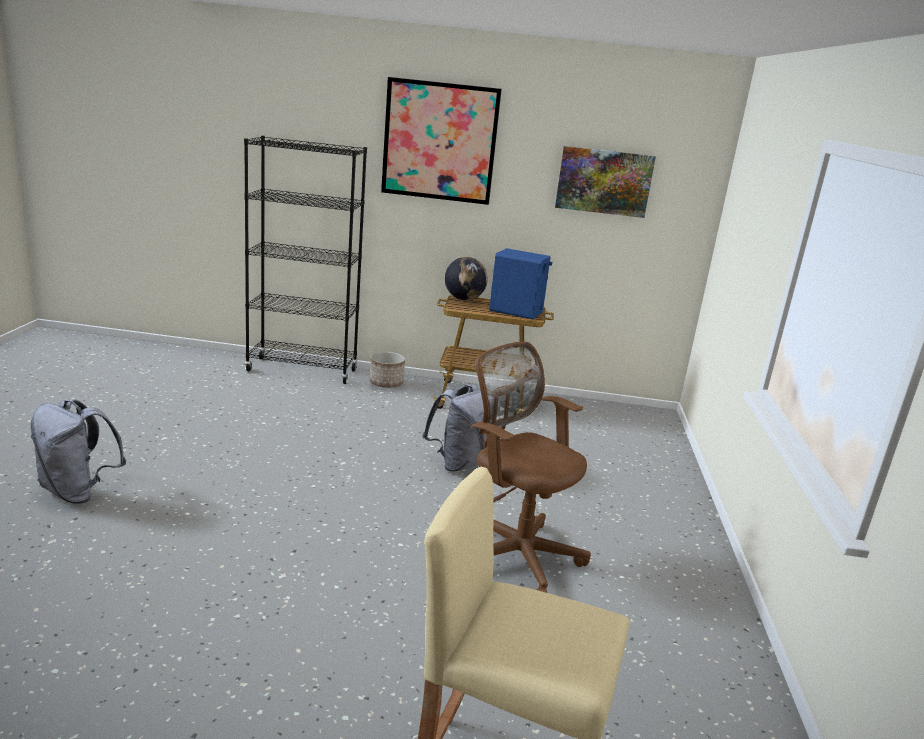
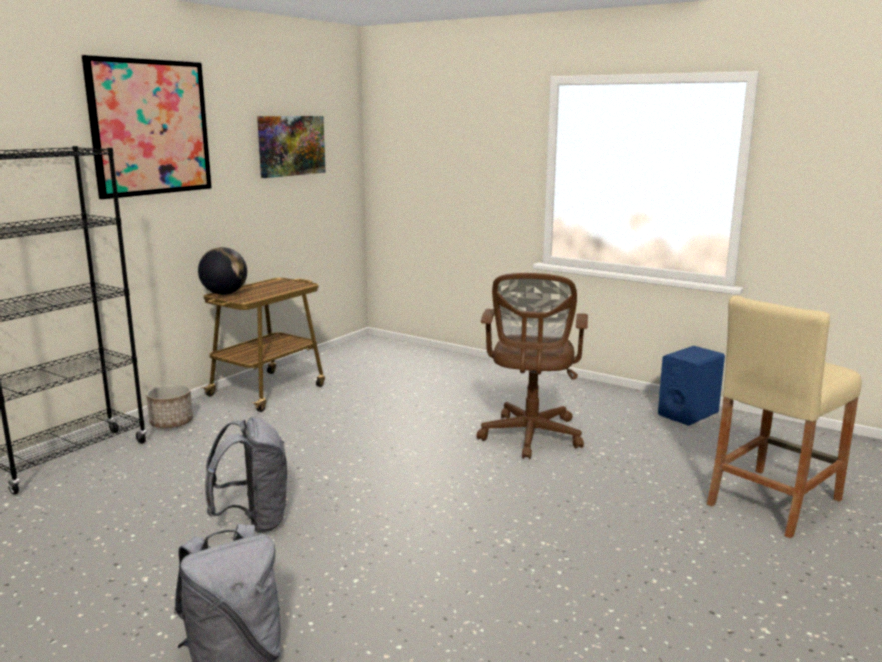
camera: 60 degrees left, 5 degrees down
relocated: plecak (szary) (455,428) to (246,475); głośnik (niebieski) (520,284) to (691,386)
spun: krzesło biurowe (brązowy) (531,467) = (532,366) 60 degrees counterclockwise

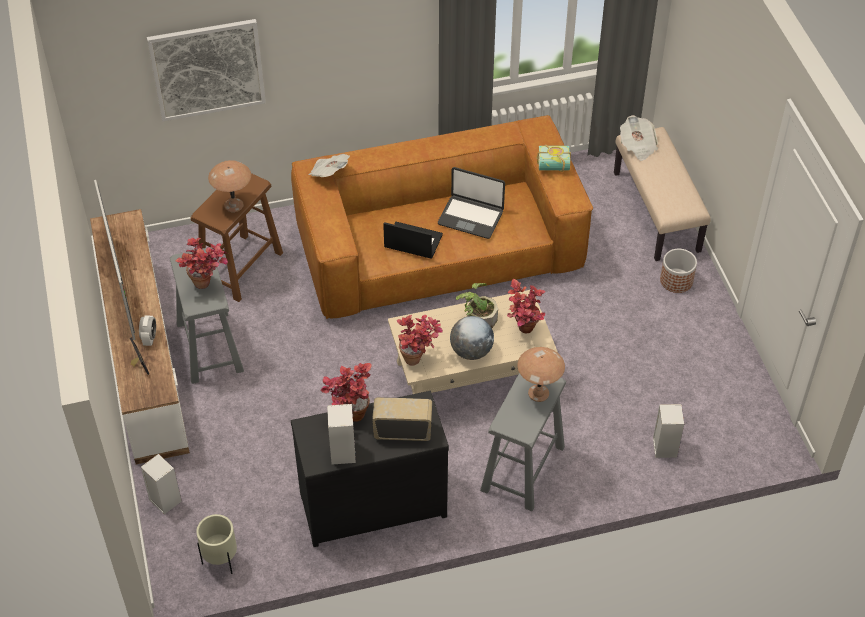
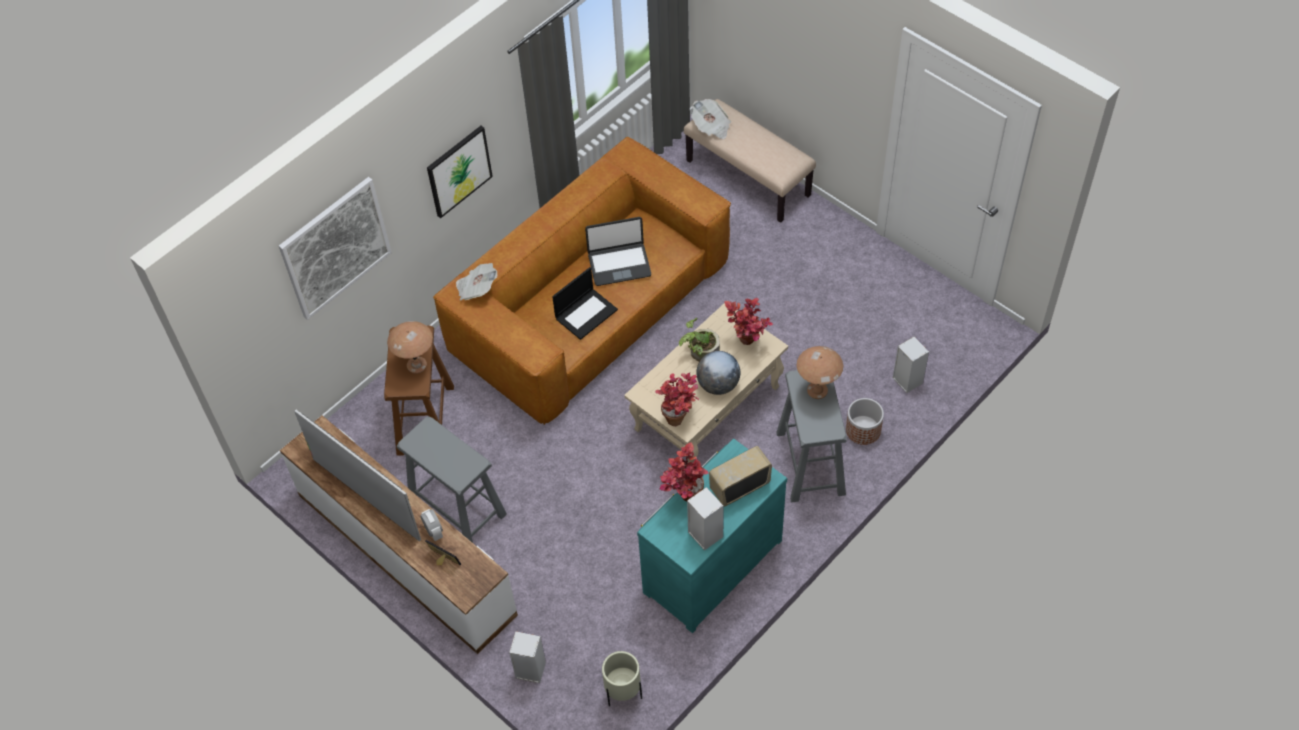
camera: 30 degrees left, 5 degrees up
missing: roślina doniczkowa (202,263); książka (554,158)
appeared: obraz (460,172)
relocated: donica (678,271) to (865,421)
colour: komoda (czarny) (370,469) to komoda (turkusowy) (712,535)
spun: laptop (413,240) = (585,303) 150 degrees clockwise

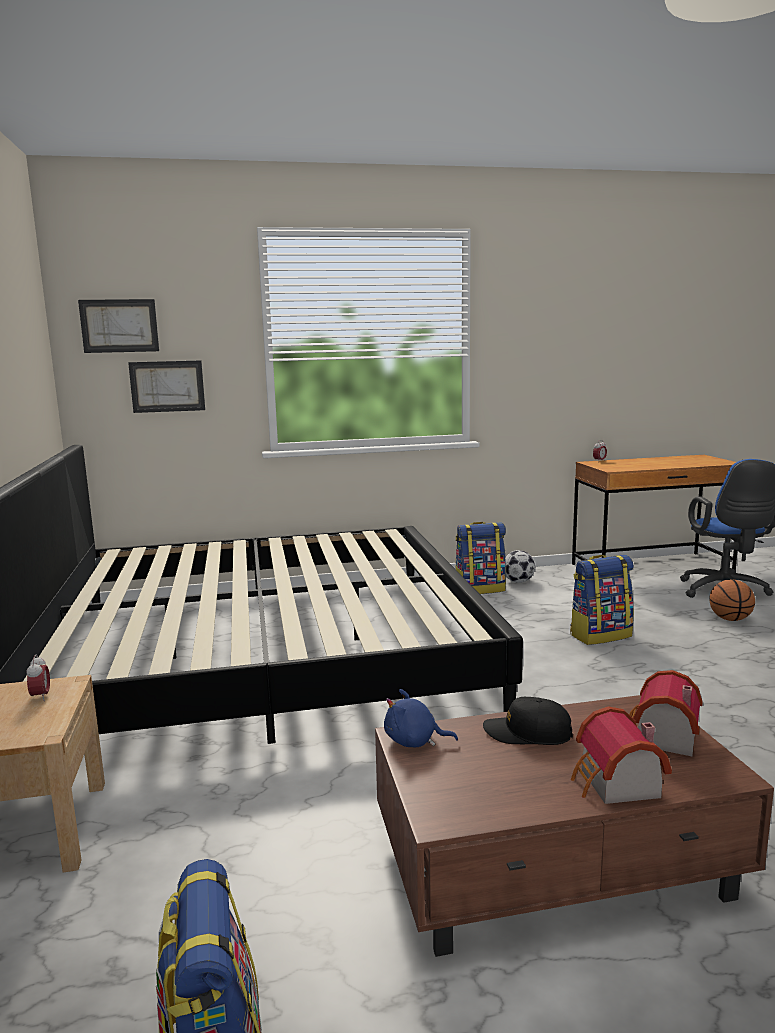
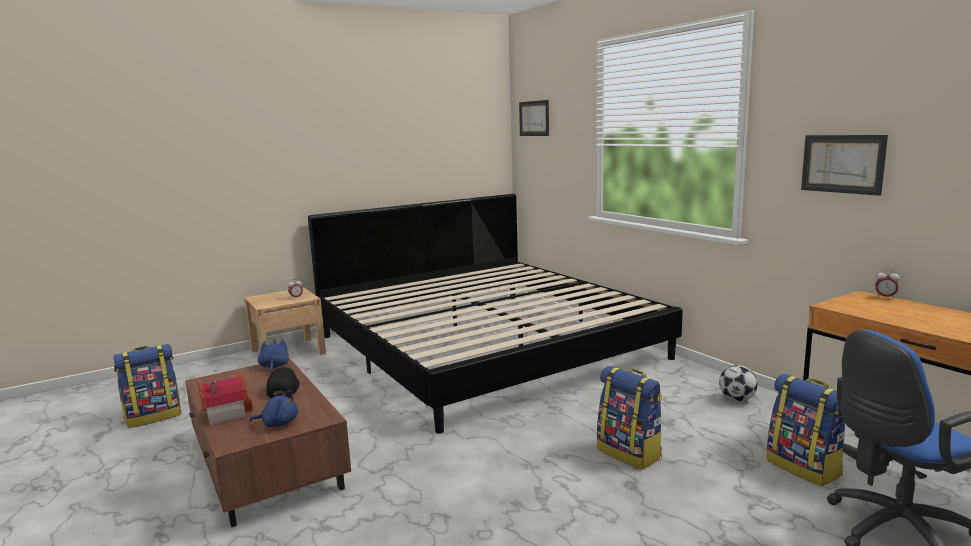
camera: 70 degrees right, 0 degrees up
missing: piłka do koszykówki (732,600)
relocated: obraz (166,386) to (844,165); plecak (480,558) to (805,430)
exchanged: domek (666,713) to pluszak (niebieski) (274,408)

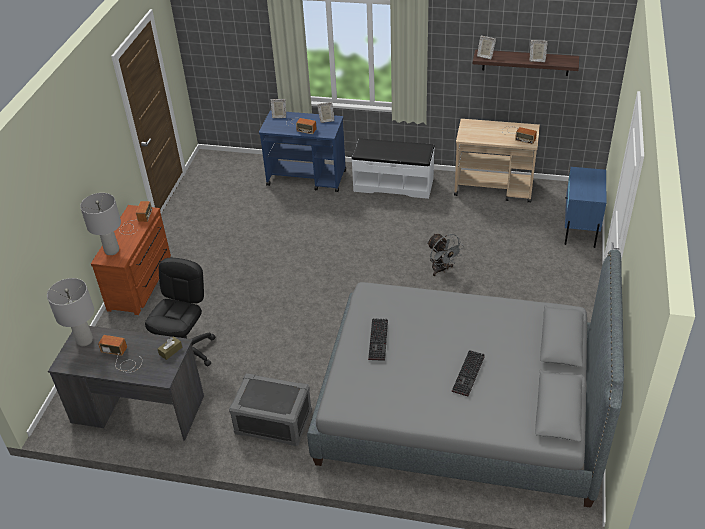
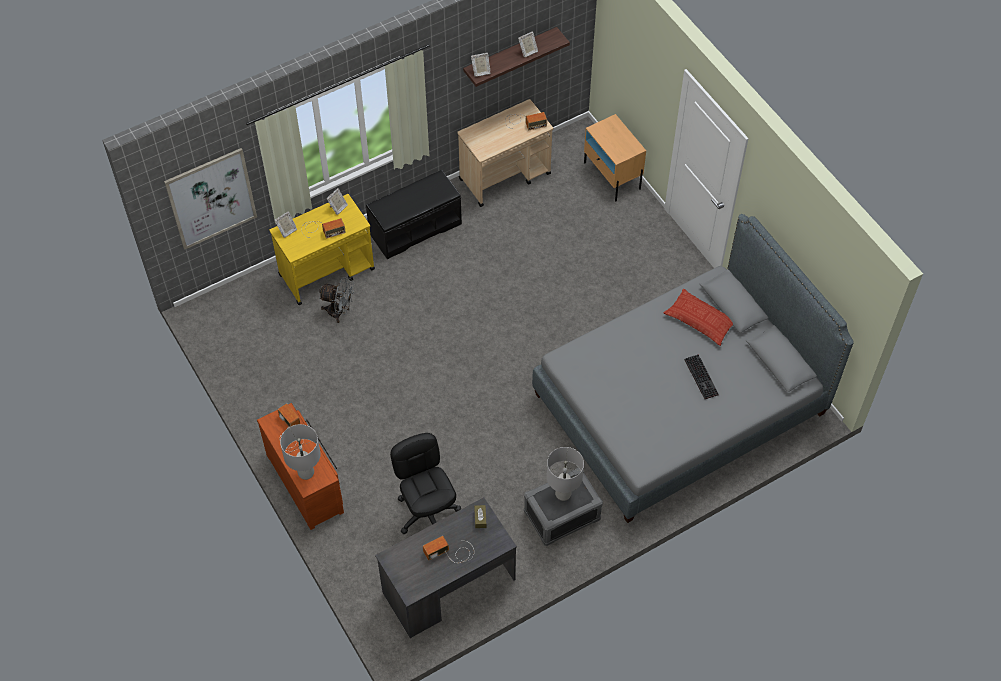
camera: 45 degrees left, 15 degrees up
missing: klawiatura (378,339)
appeared: obraz (210,199); poduszka (698,317)
relocated: lampa stołowa (szary) (70,312) to (565,474); wentylator (szary) (445,254) to (336,300)
colour: wózek (niebieski) (302,151) to wózek (żółty) (322,249); ławka (biały) (393,168) to ławka (czarny) (414,214); szafka nocna (niebieski) (585,207) to szafka nocna (beżowy) (615,157)

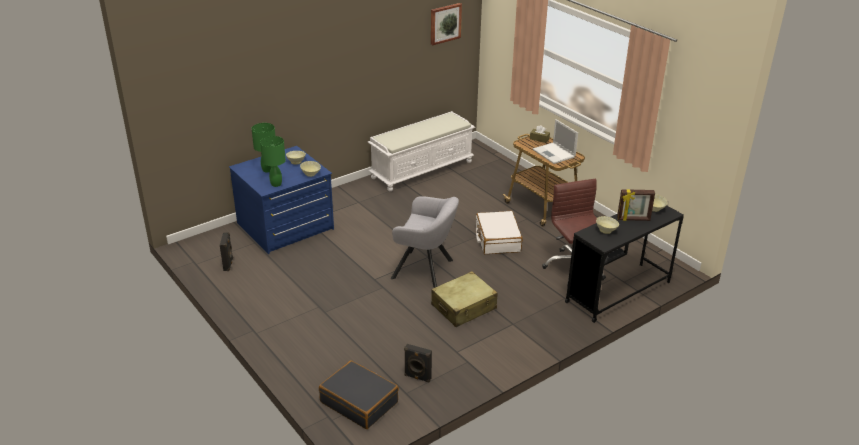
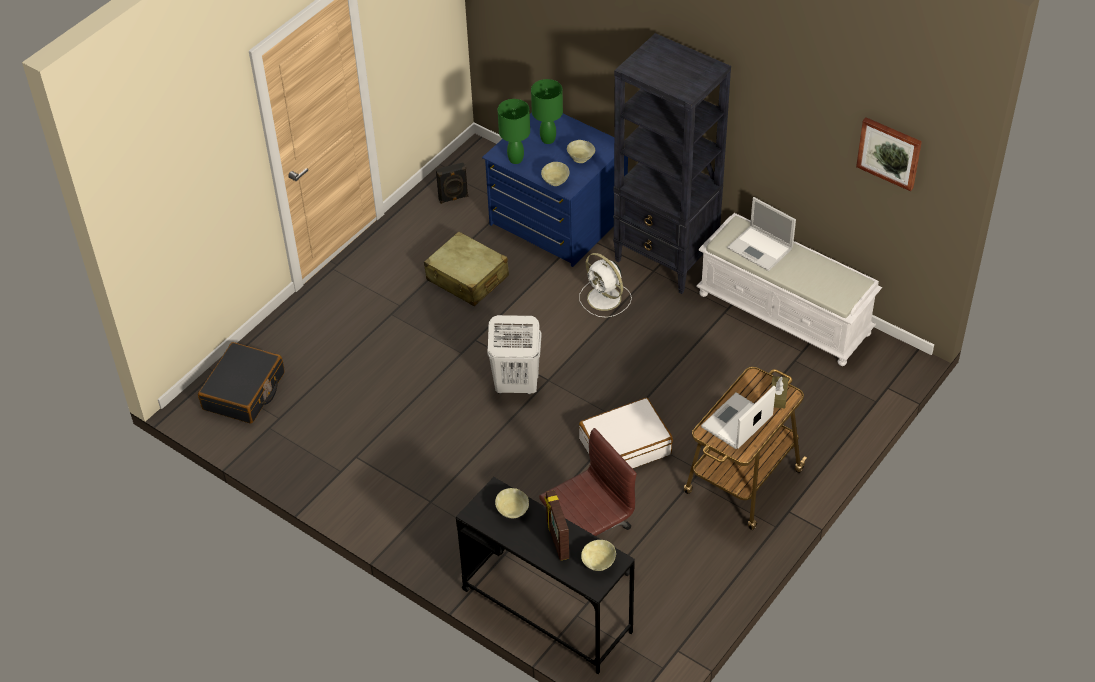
camera: 75 degrees right, 15 degrees up
missing: głośnik (czarny) (418,363)
appeared: wentylator (biały) (605,285); regał (czarny) (672,163); laptop (761,234)
relocated: walizka (beżowy) (464,299) to (466,268)
exchanged: fotel (szary) (425,242) to kosz na pranie (biały) (514,354)

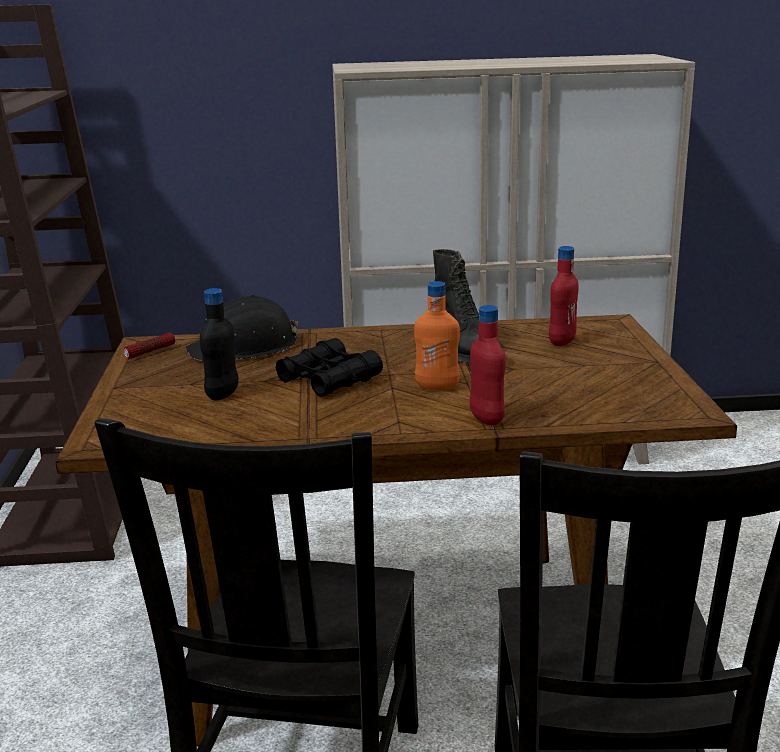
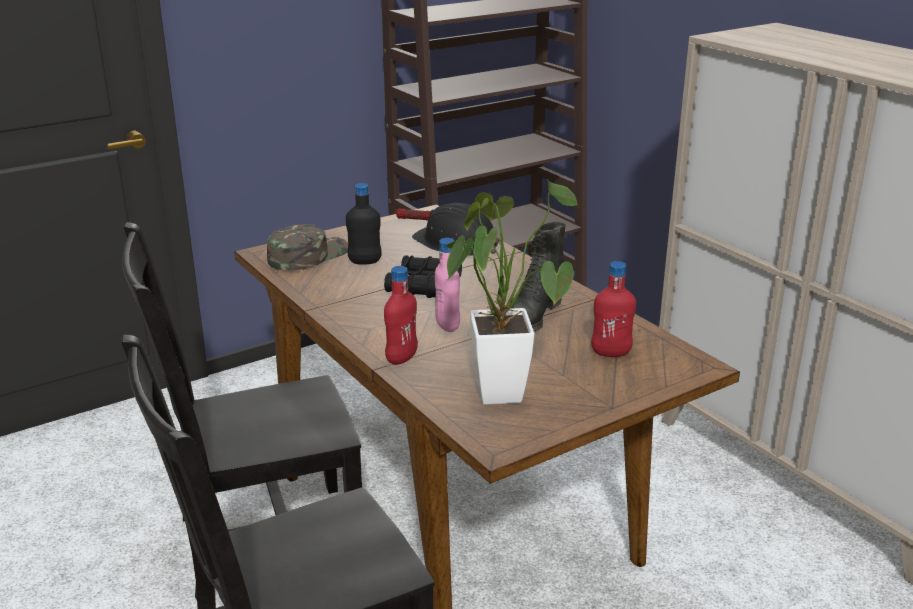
camera: 60 degrees right, 5 degrees up
appeared: czapka z daszkiem (zielony) (307,247); roślina doniczkowa (512,291)
colour: butelka (pomarańczowy) (437,335) to butelka (różowy) (447,285)

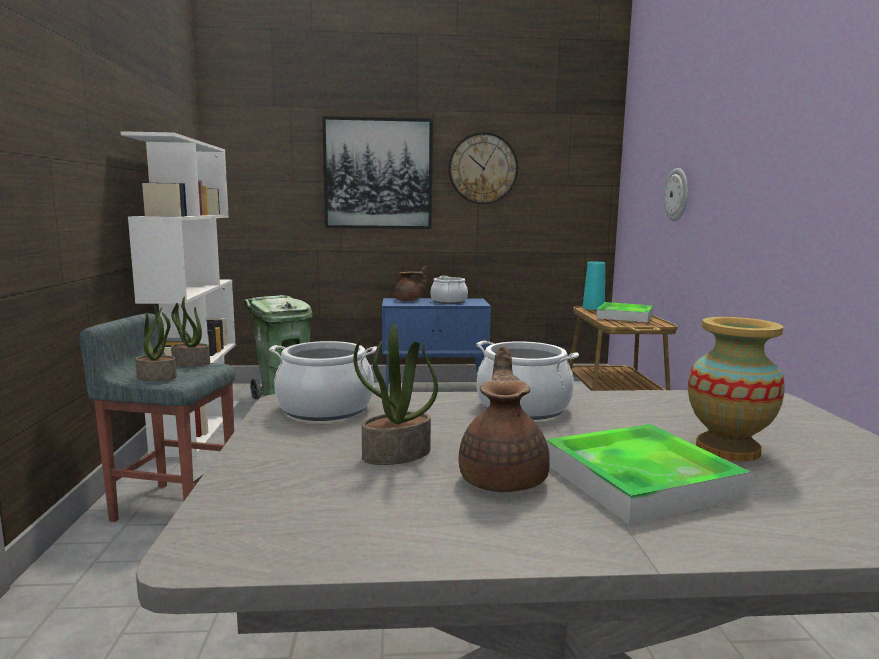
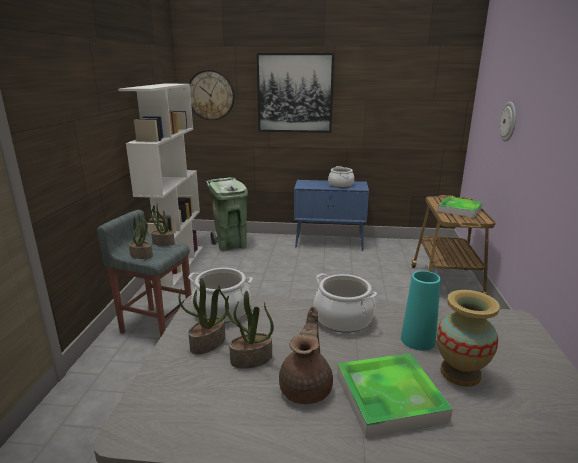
camera: 10 degrees right, 10 degrees up
missing: imbryk (brązowy) (410,283)
appeared: roślina doniczkowa (204,316)
relocated: zegar ścienny (483,168) to (212,95); wazon (turkusowy) (594,285) to (421,311)

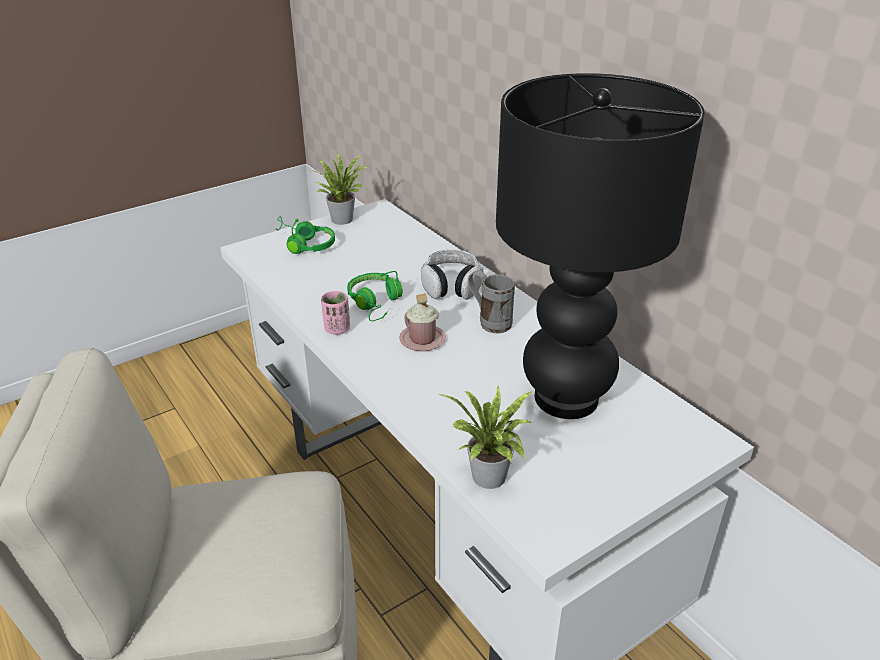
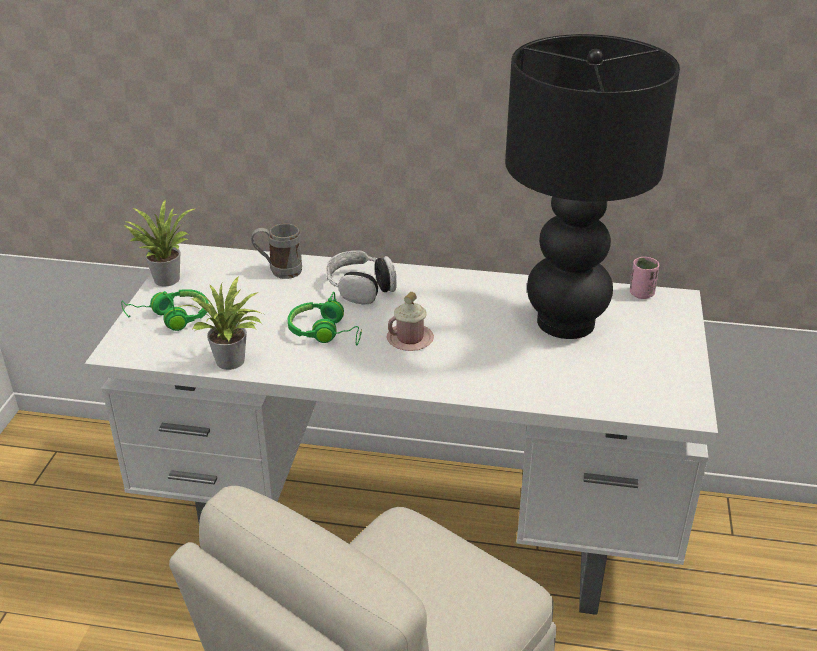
camera: 45 degrees left, 0 degrees up
relocated: filiżanka (różowy) (335,313) to (644,278); roślina doniczkowa (484,437) to (221,323); kubek (szary) (491,301) to (276,251)

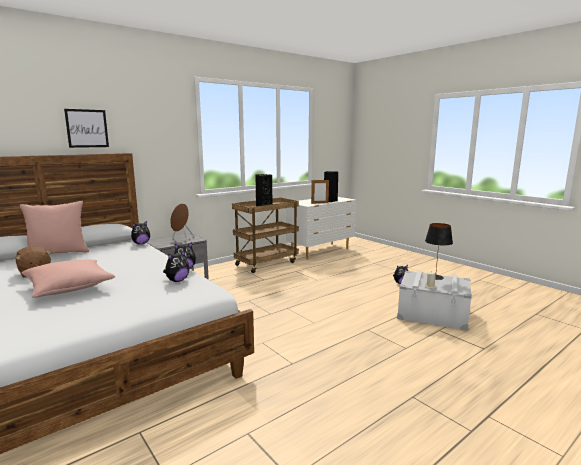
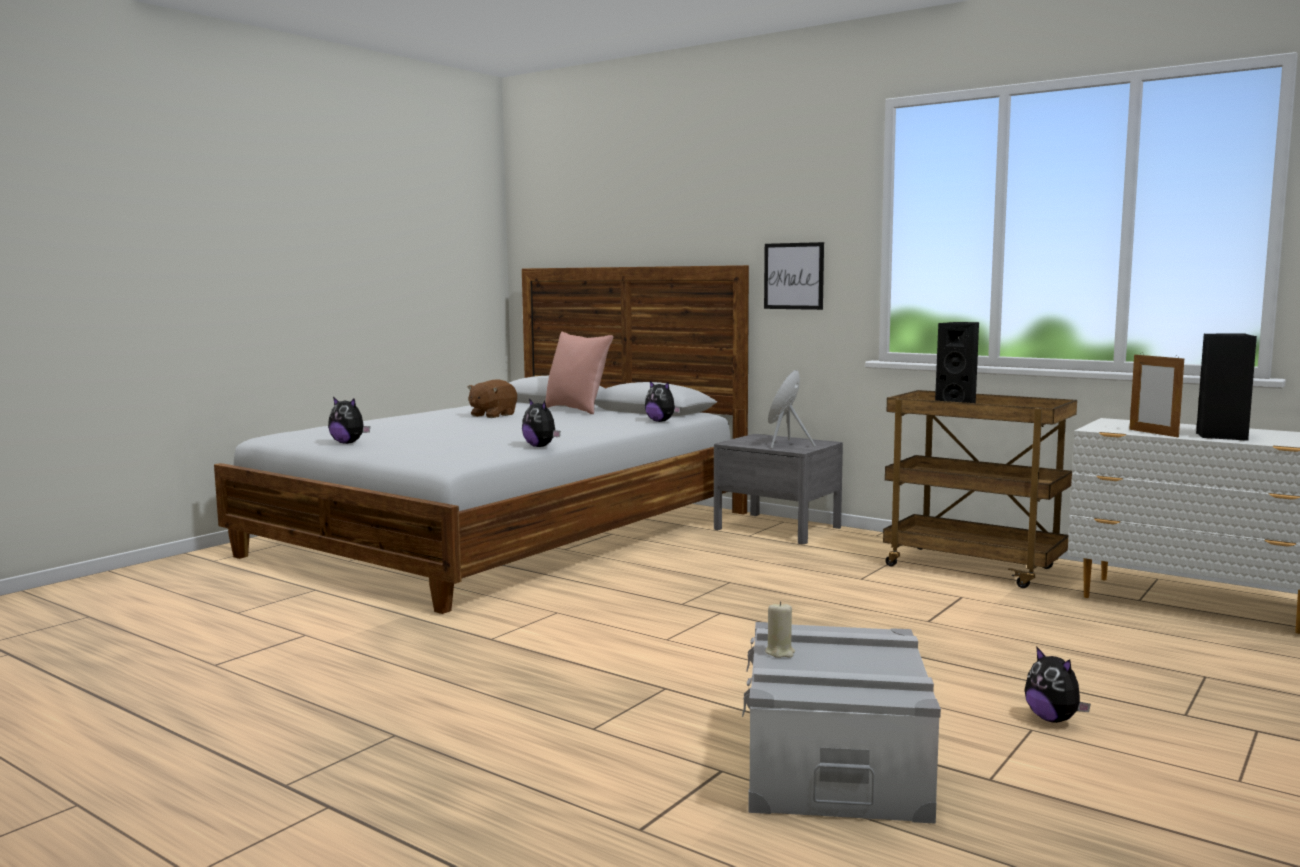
camera: 75 degrees right, 5 degrees down
missing: poduszka (różowy) (68,278); lampa stołowa (czarny) (439,251)
relocated: obraz (86,128) to (794,276); pluszak (176,266) to (349,420)

